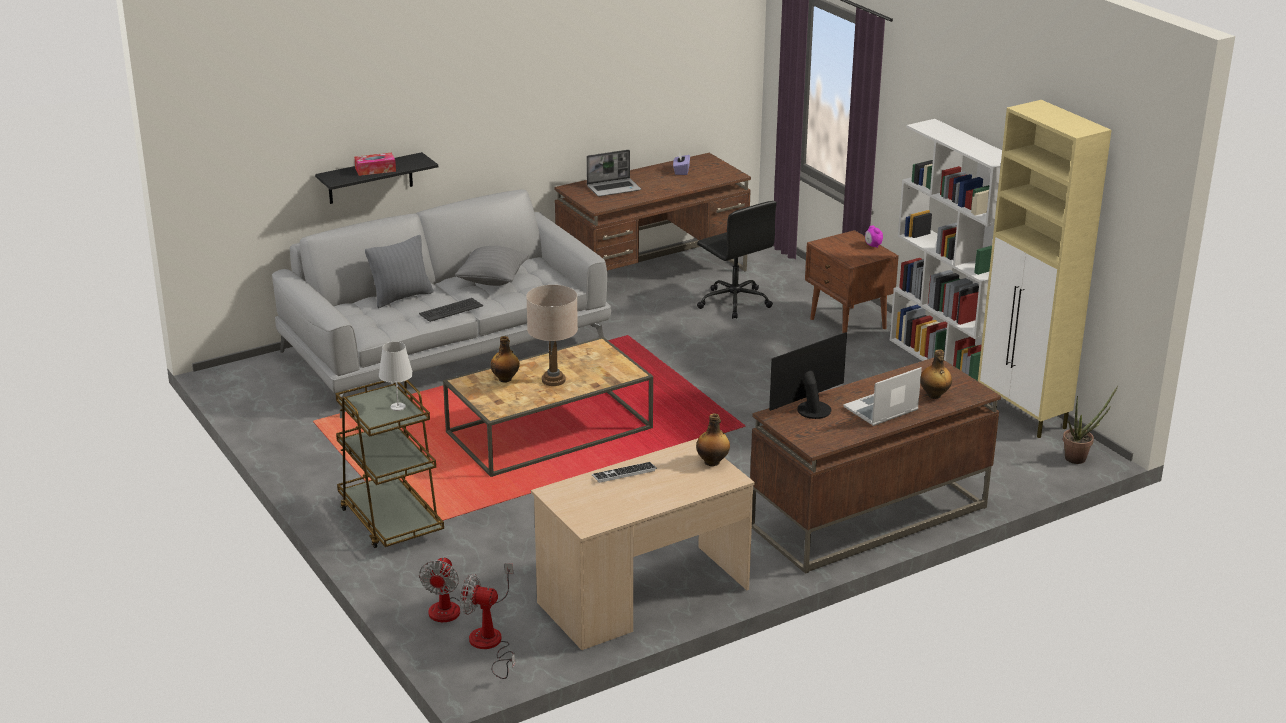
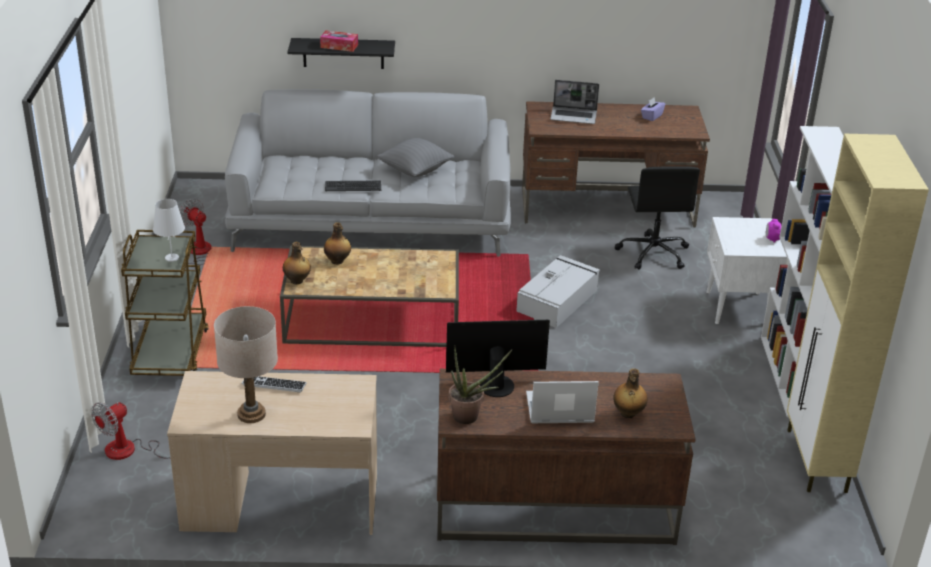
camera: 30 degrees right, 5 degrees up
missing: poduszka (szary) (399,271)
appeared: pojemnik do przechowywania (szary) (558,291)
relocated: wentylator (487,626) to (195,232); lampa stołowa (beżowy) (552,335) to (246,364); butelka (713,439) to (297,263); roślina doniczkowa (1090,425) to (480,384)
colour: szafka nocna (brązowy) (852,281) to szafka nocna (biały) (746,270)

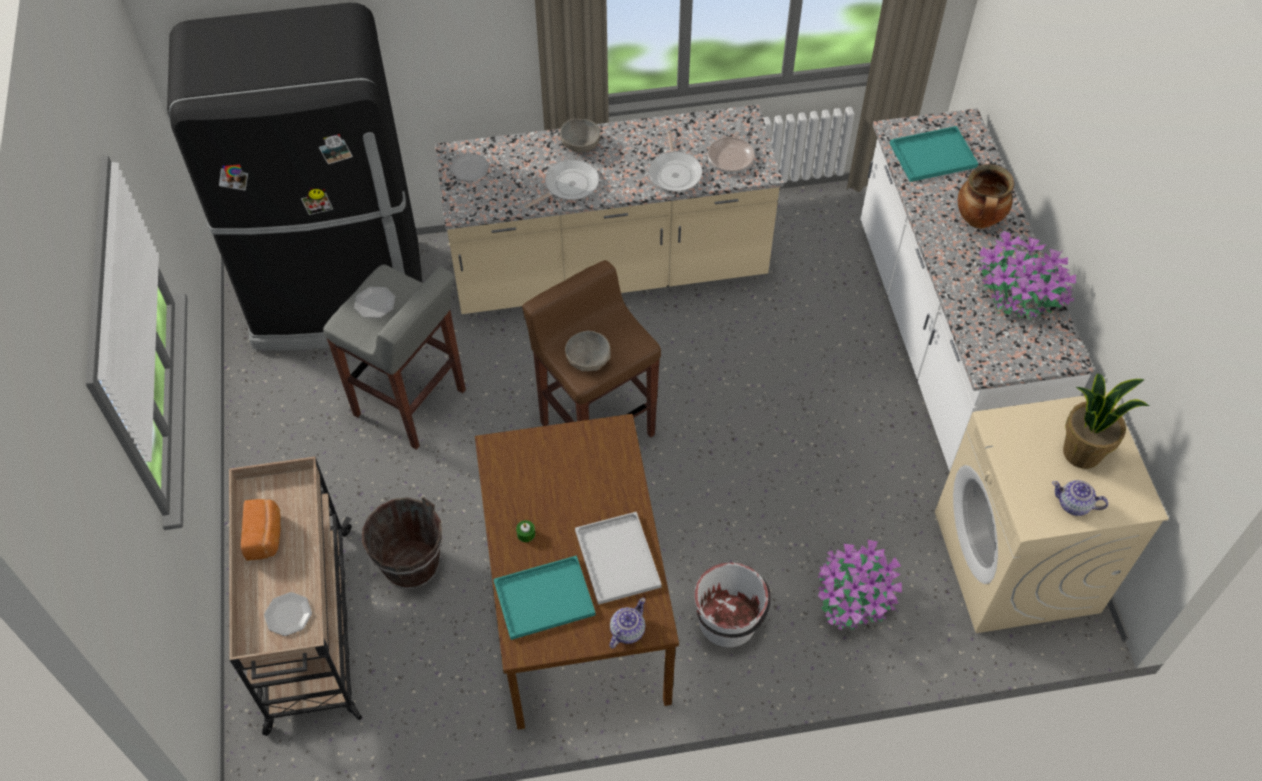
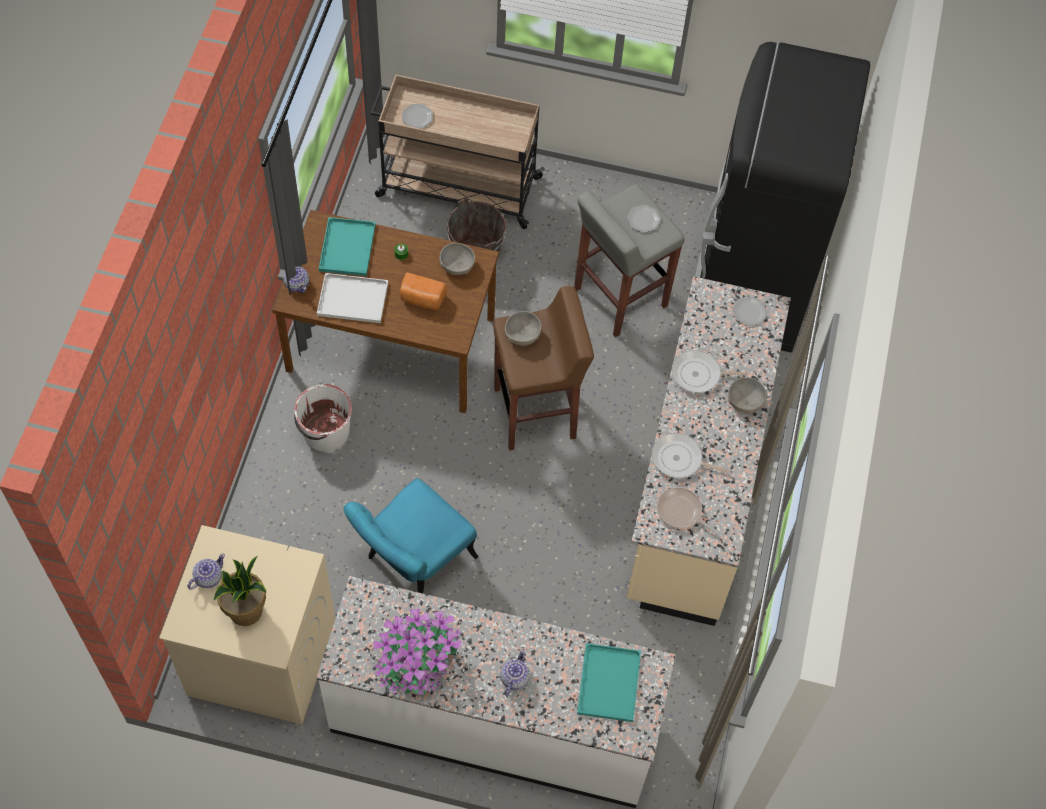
camera: 110 degrees right, 5 degrees up
missing: roślina doniczkowa (860,584)
appeared: krzesło (turkusowy) (411,536); miska (szary) (457,259)
relocated: chleb (261,530) to (423,291)
exchanged: garnek (986,196) to imbryk (515,672)
spun: patelnia (561,184) = (710,371) 105 degrees clockwise

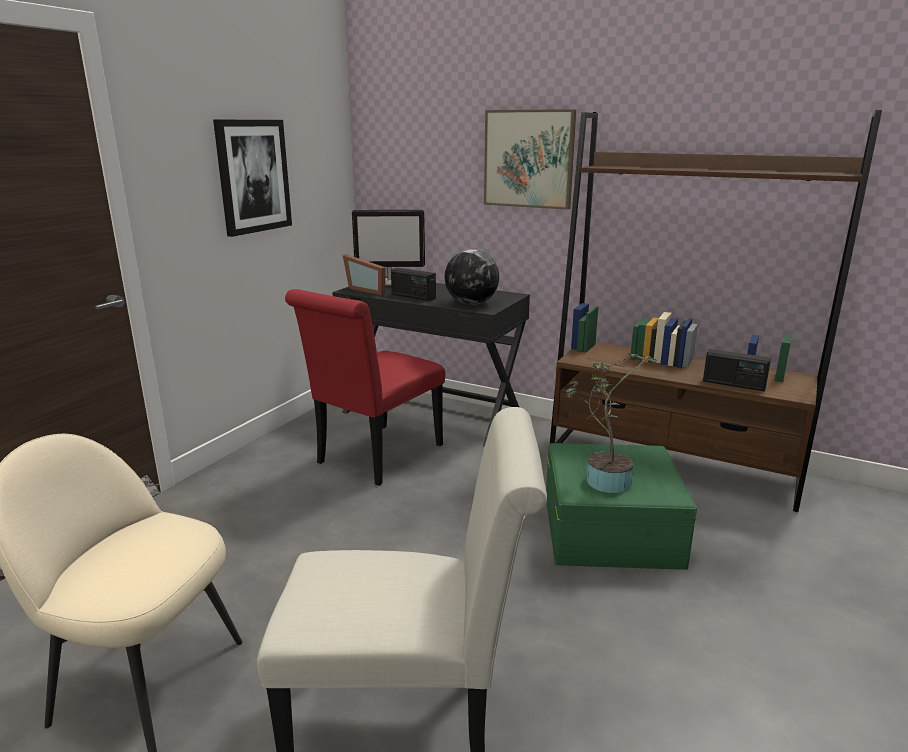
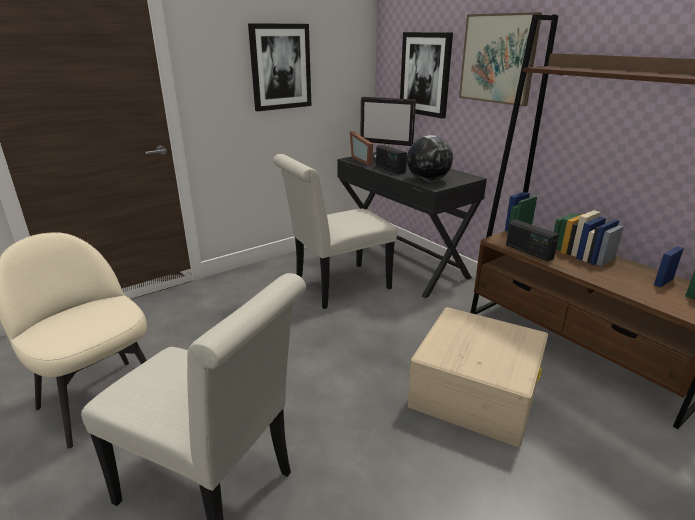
camera: 25 degrees right, 5 degrees up
missing: roślina doniczkowa (611,423)
appeared: obraz (426,75)
relocated: radio (737,370) to (532,240)
colour: krzesło (czerwony) (365,387) to krzesło (biały) (335,231); pojemnik do przechowywania (zielony) (621,506) to pojemnik do przechowywania (beżowy) (478,377)

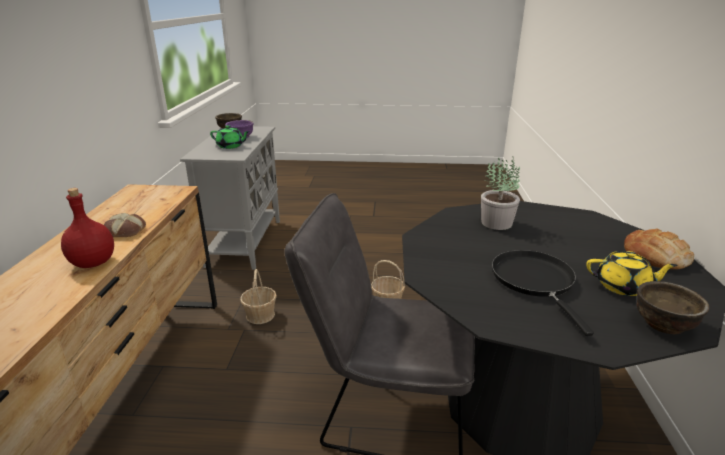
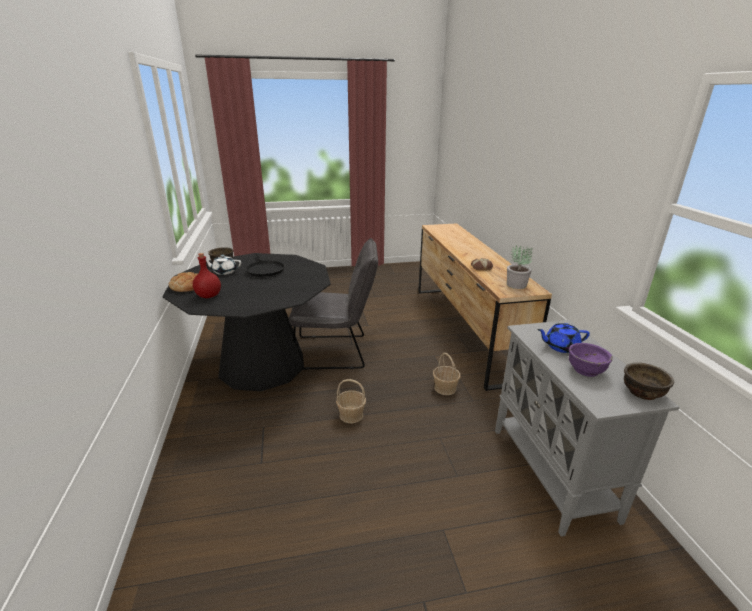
camera: 165 degrees right, 0 degrees up
relocated: butelka (czerwony) (87,228) to (207,275); roślina doniczkowa (500,193) to (519,267)
colour: imbryk (zielony) (230,137) to imbryk (niebieski) (563,338); imbryk (żółty) (632,273) to imbryk (biały) (223,265)

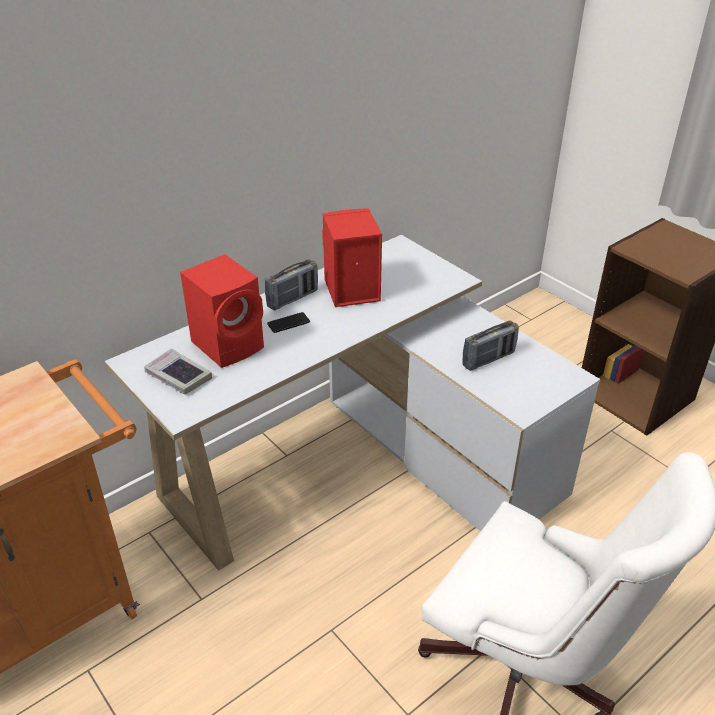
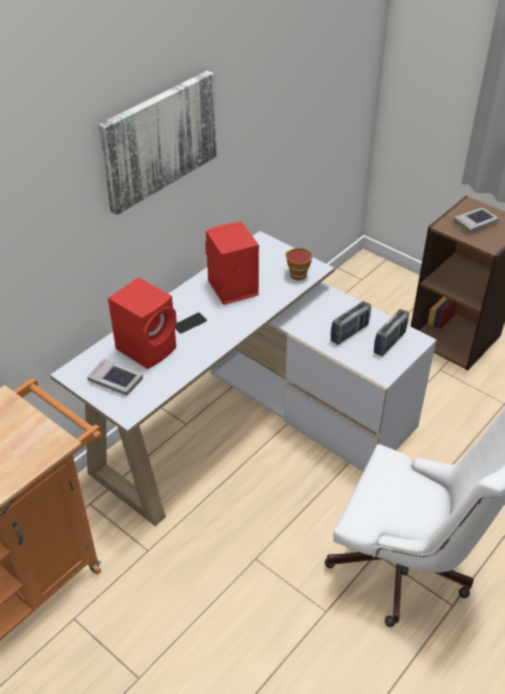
camera: 10 degrees left, 5 degrees up
appeared: obraz (157,143); filiżanka (299,264); książka (476,220)
relocated: radio (291,285) to (391,332)

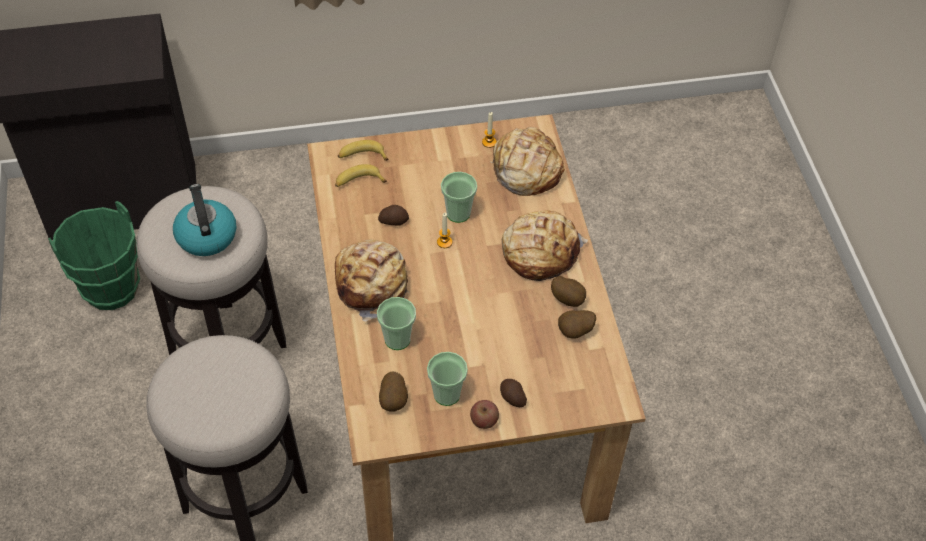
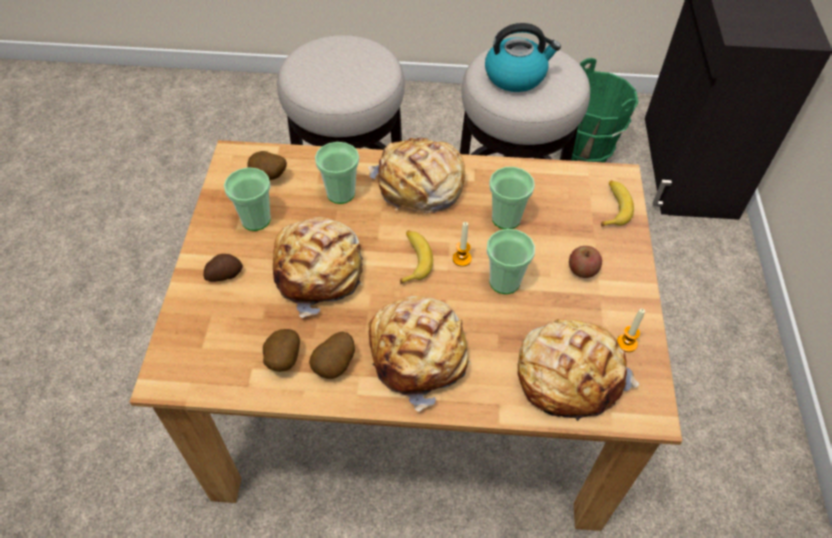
camera: 105 degrees right, 0 degrees up
appeared: chleb (318,267)
relocated: banan (361,175) to (416,257); jabłko (484,414) to (585,262)
exchanged: ziemniak (393,215) to filiżanka (512,198)

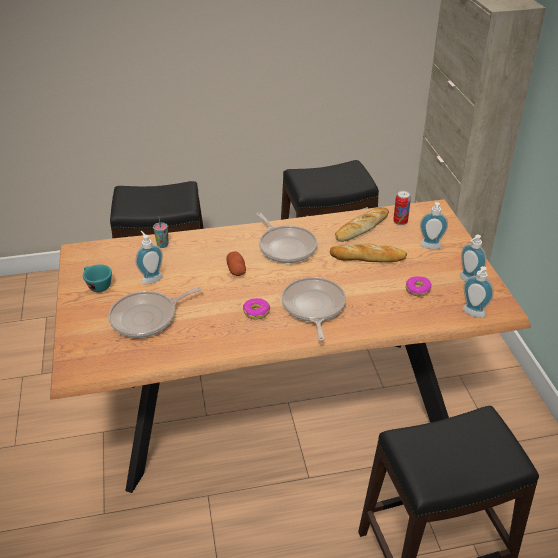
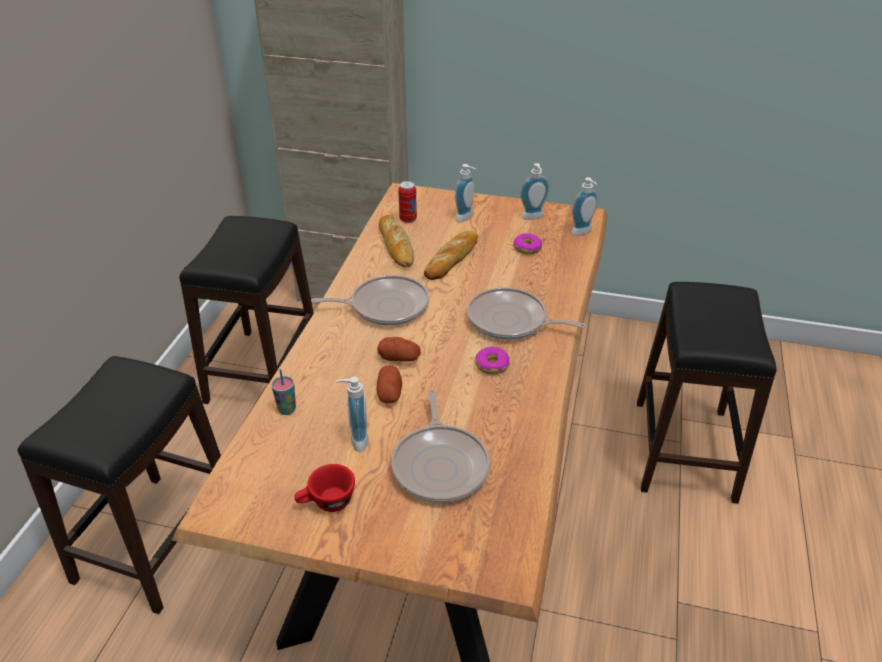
camera: 65 degrees left, 0 degrees up
appeared: ziemniak (389,384)
colour: filiżanka (turkusowy) (97,278) to filiżanka (czerwony) (324,488)

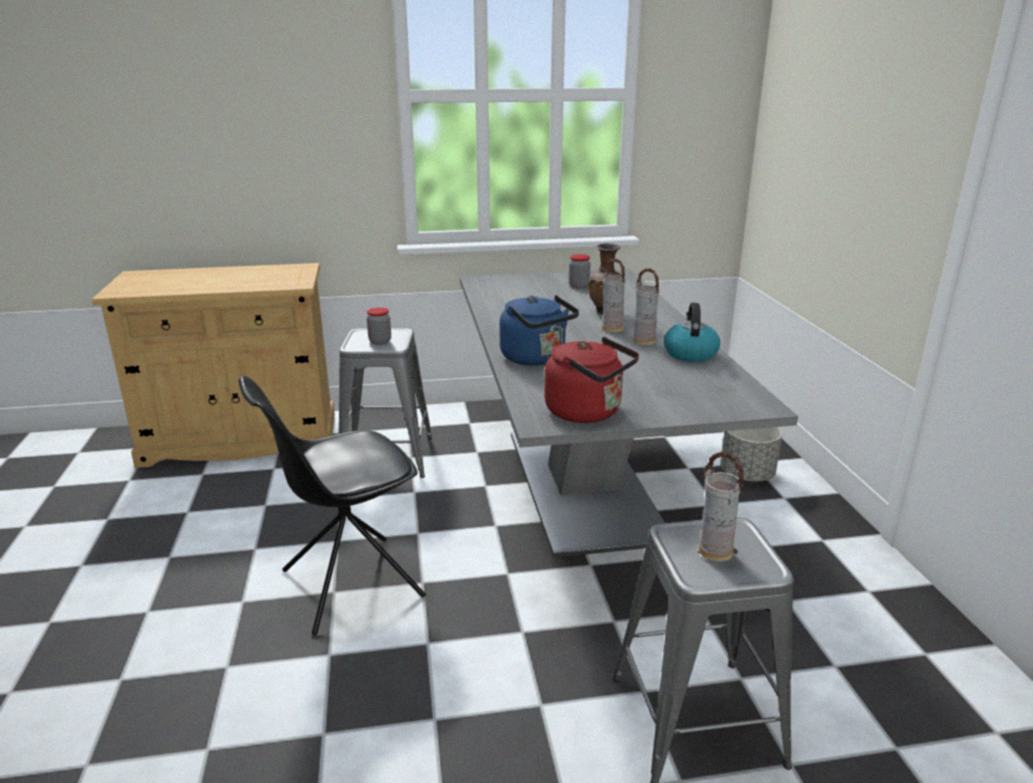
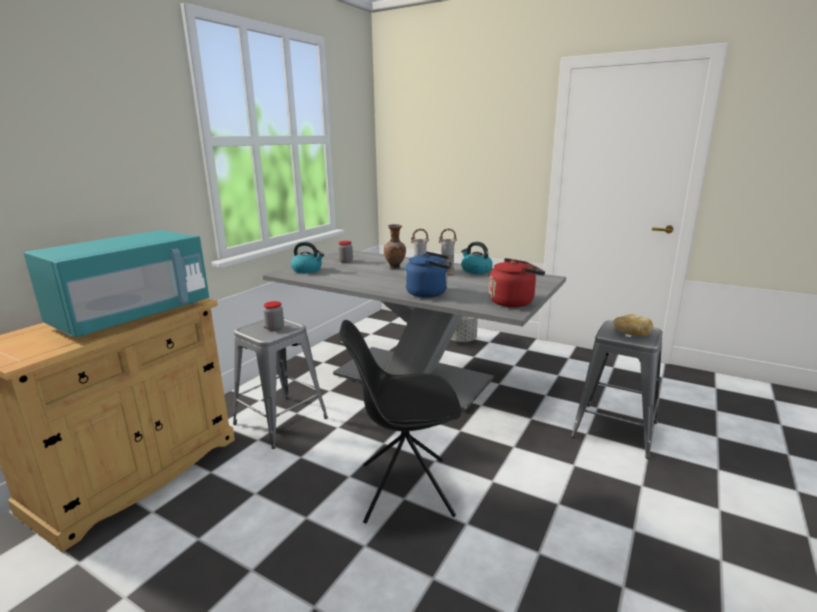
camera: 50 degrees left, 5 degrees down
appeared: mikrofalówka (turkusowy) (116,283); czajnik (307,257)
exchanged: wazon (721,506) to chleb (633,325)
spun: krzesło (czarny) (332,505) = (400,421) 75 degrees clockwise

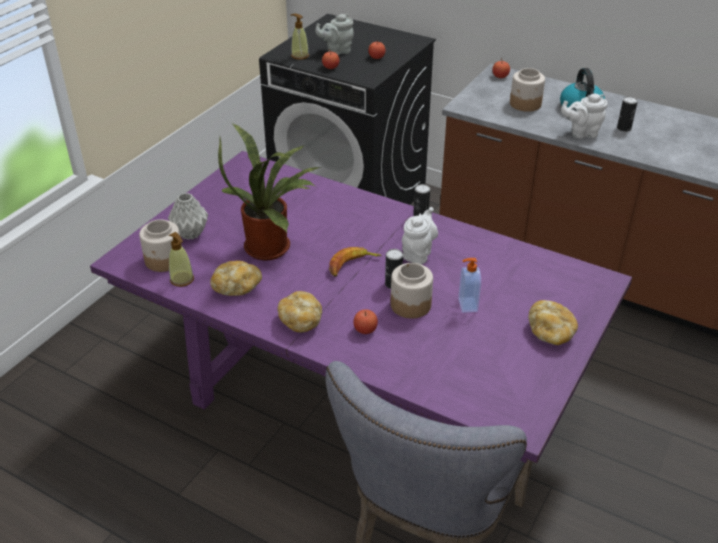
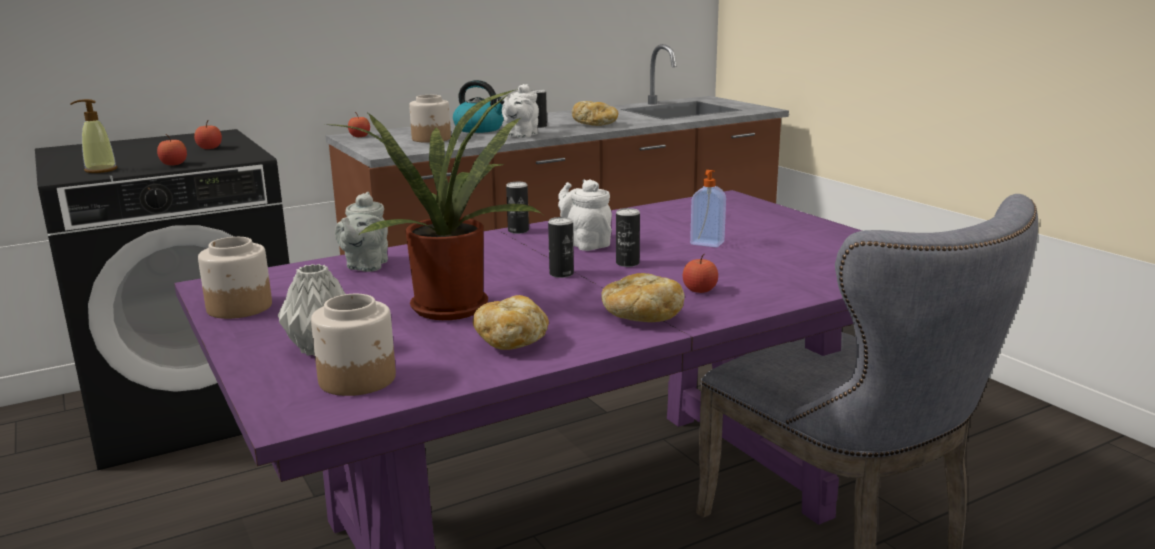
camera: 60 degrees left, 20 degrees down
missing: dozownik mydła (181,259)
relocated: imbryk (szary) (334,34) to (361,232); słoik (412,291) to (235,278); chleb (553,322) to (595,113)
exchanged: banan (355,262) to puszka (561,247)

